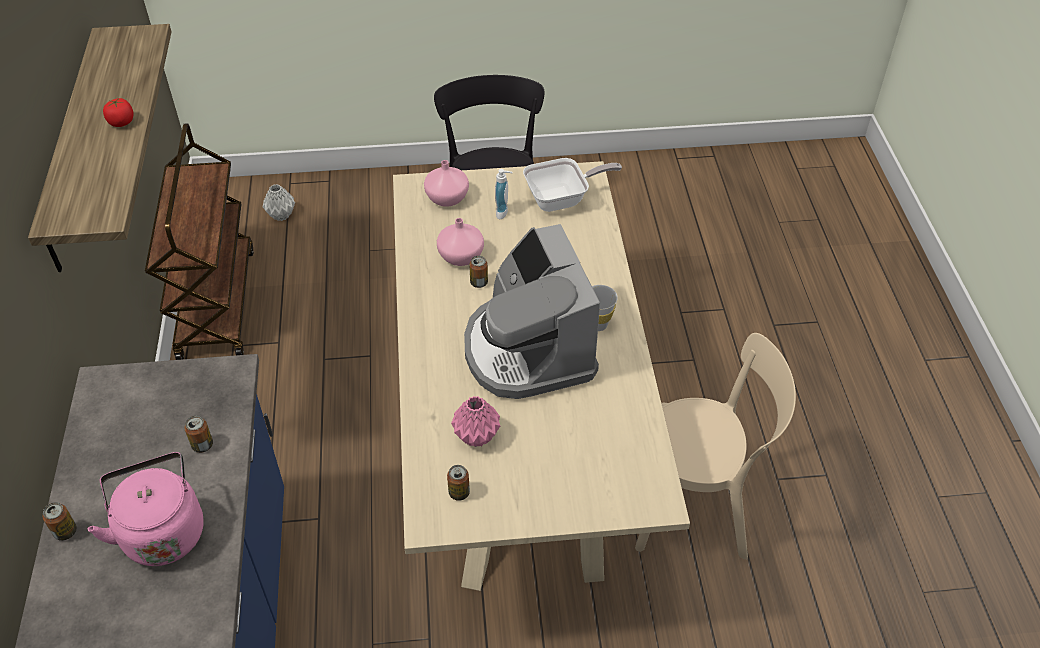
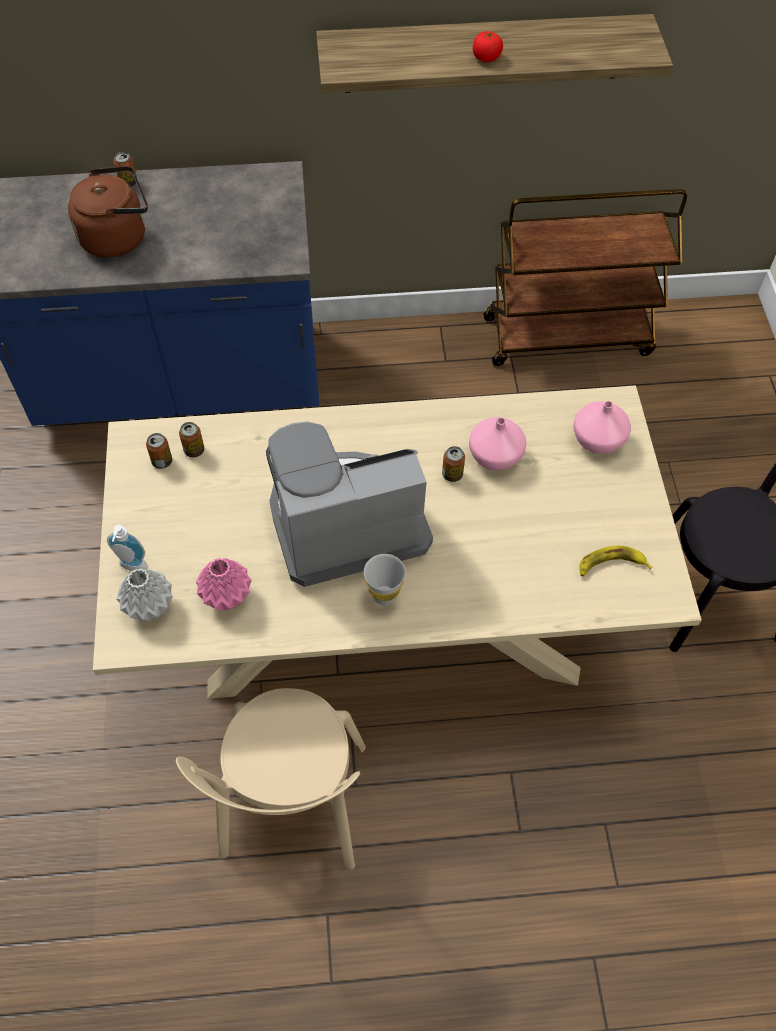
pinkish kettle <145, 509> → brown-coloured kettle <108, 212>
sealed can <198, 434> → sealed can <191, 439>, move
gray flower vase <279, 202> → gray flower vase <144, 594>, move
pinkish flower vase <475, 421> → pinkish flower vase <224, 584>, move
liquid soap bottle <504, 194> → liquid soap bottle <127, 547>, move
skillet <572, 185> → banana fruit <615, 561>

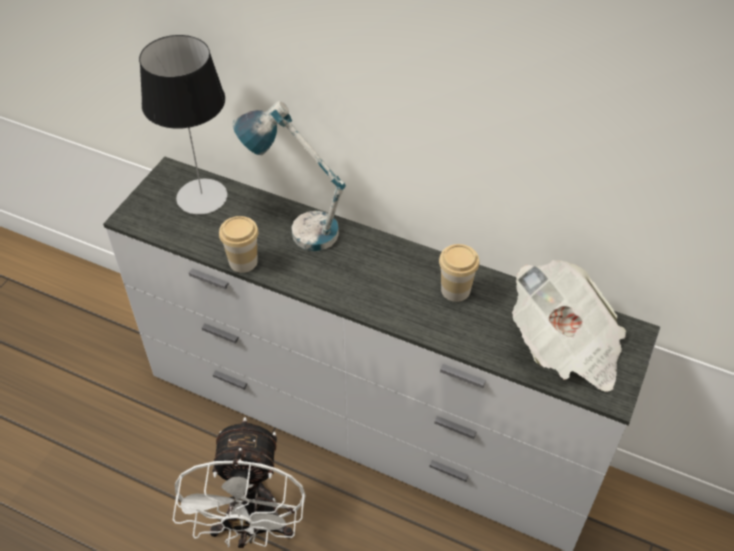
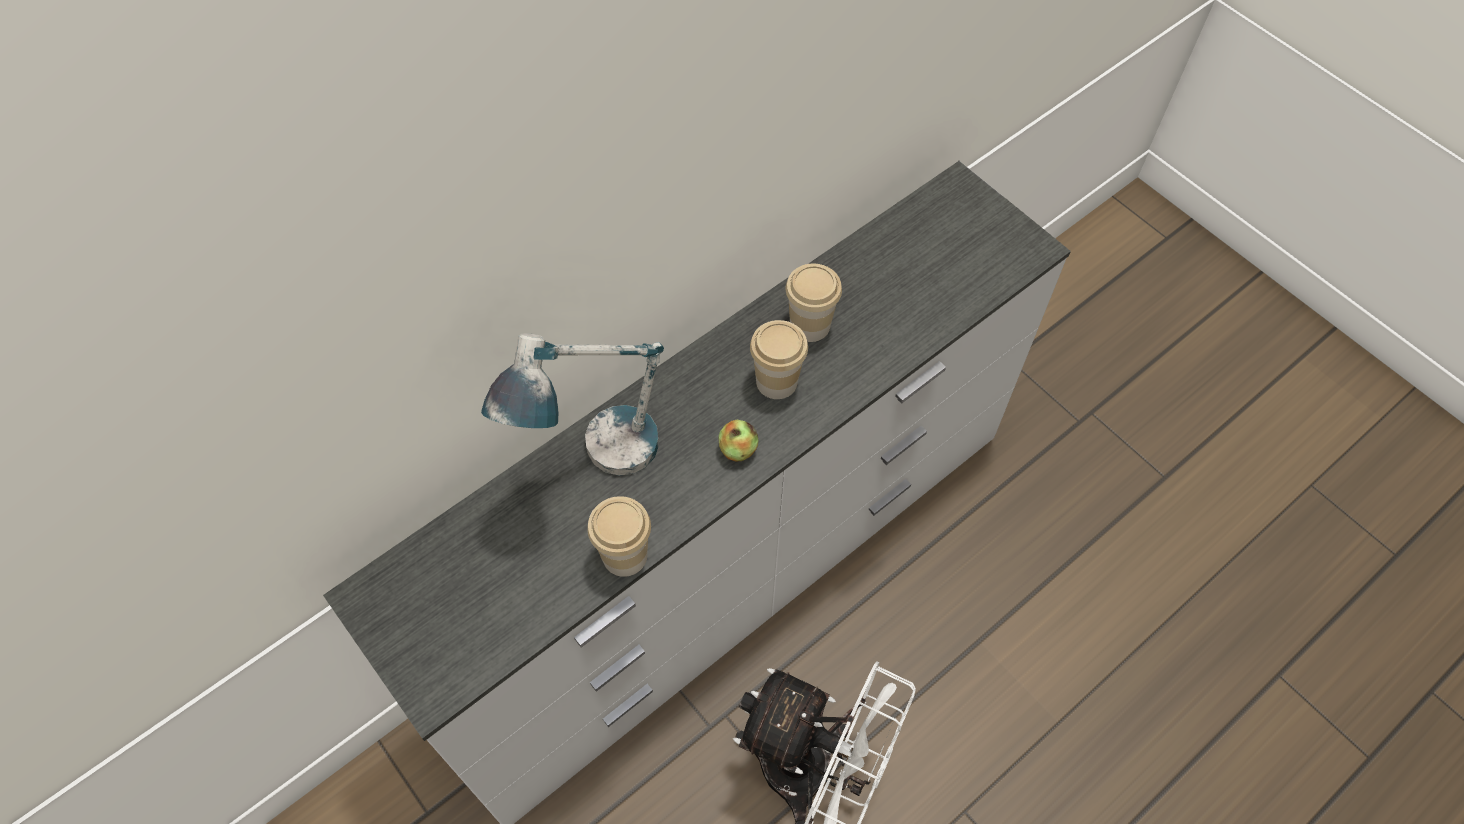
lamp for a table <183, 125> → -
newspaper <569, 326> → -
- → whole apple <738, 441>
- → drinking cup <779, 359>

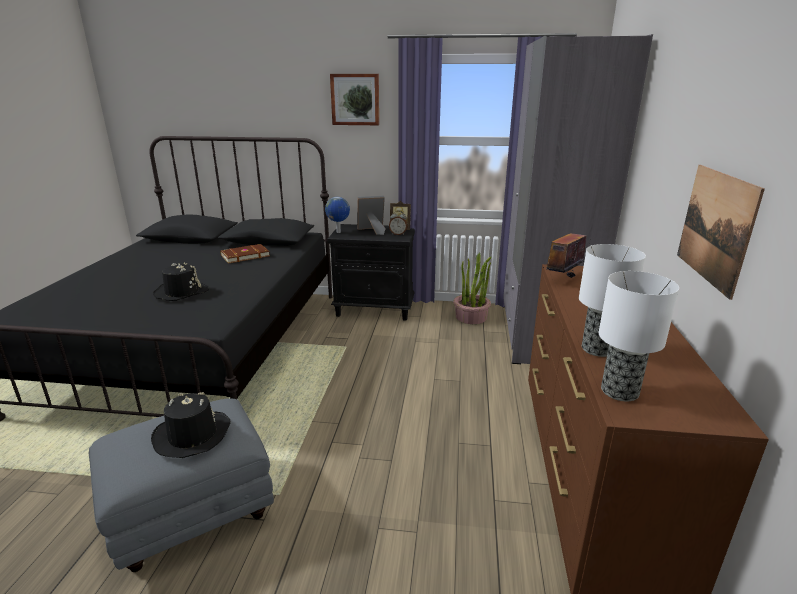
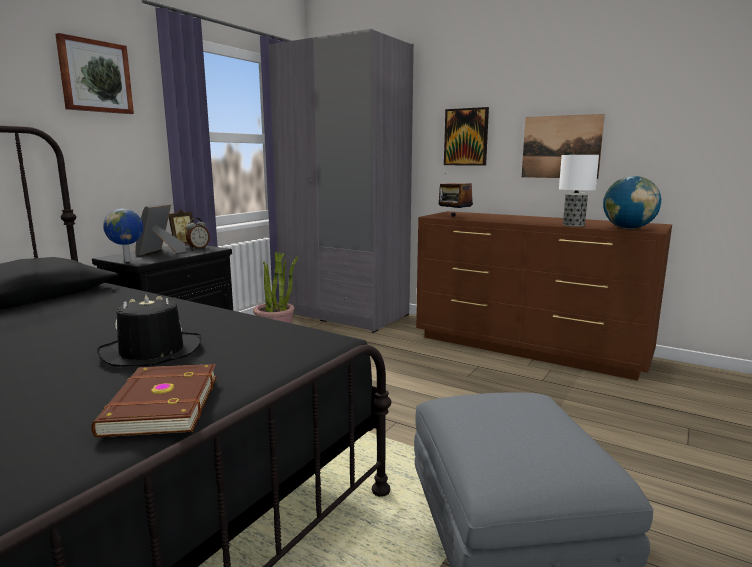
black clothing hat <191, 425> → -
brown-coloured bound book <245, 254> → brown-coloured bound book <154, 400>, move
lamp for a table <639, 336> → globe <632, 202>
- → wall picture <466, 136>

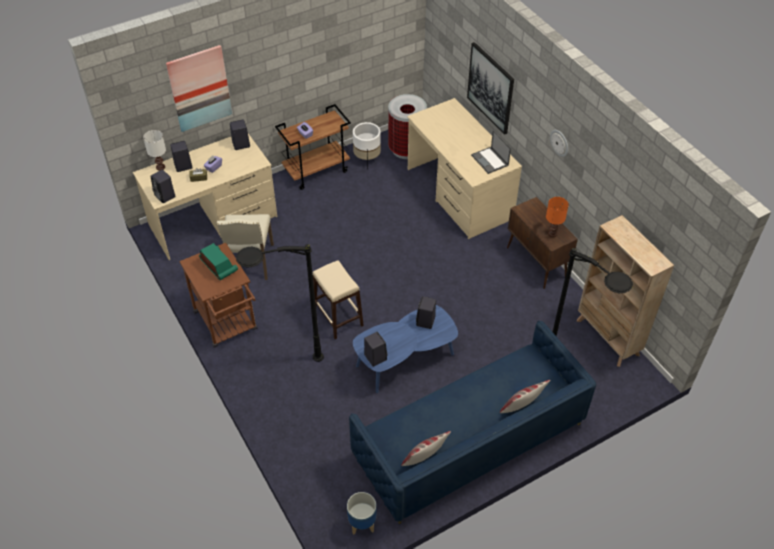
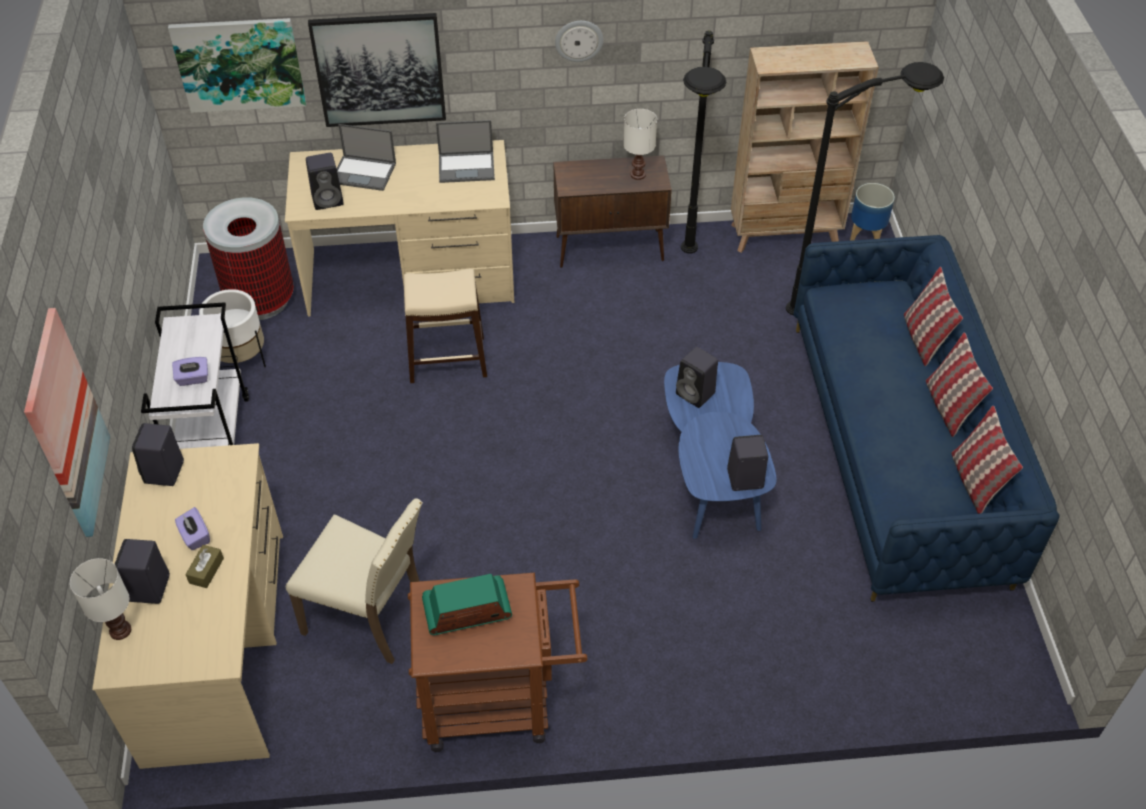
black audio speaker <163, 186> → black audio speaker <325, 181>, move
black standard lamp <280, 303> → black standard lamp <704, 142>, move
brown-coloured cart <313, 147> → white-coloured cart <195, 375>
sand-coloured stool seat <338, 299> → sand-coloured stool seat <445, 326>, move
planter <362, 513> → planter <872, 212>, move
orange-coloured lamp for a table <557, 217> → white-coloured lamp for a table <640, 144>
- → wall picture <237, 65>
- → laptop <366, 157>
- → throw pillow <959, 384>

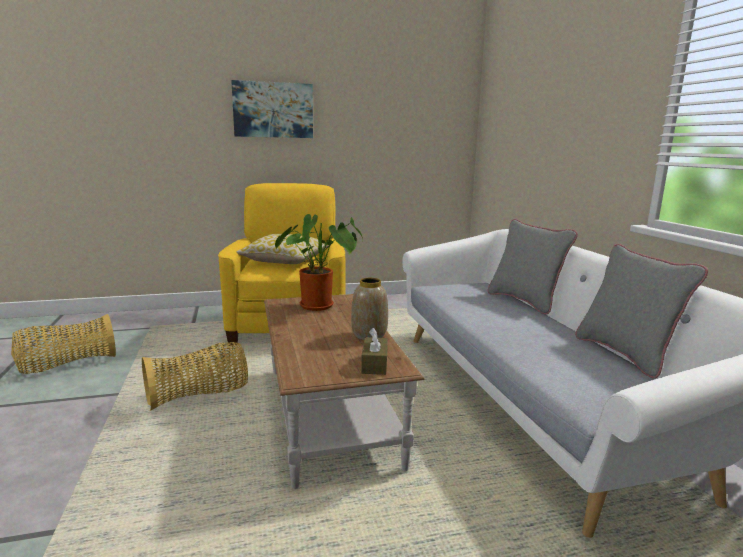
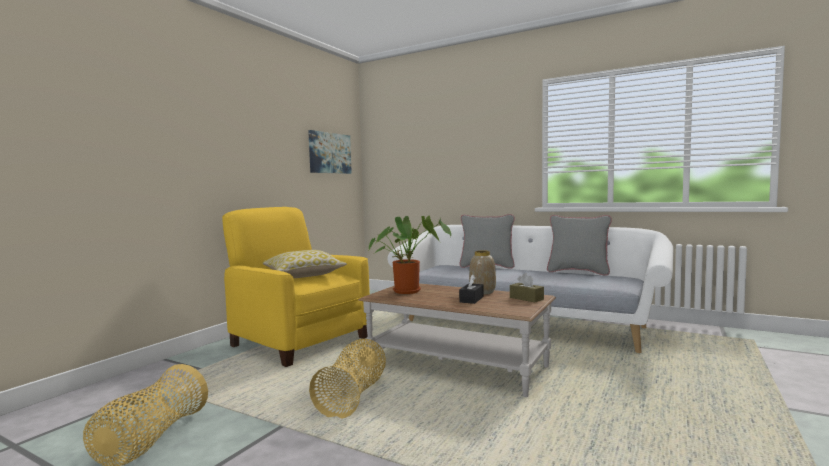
wall picture <272, 109> → wall picture <330, 152>, move
- → black tissue box <471, 289>

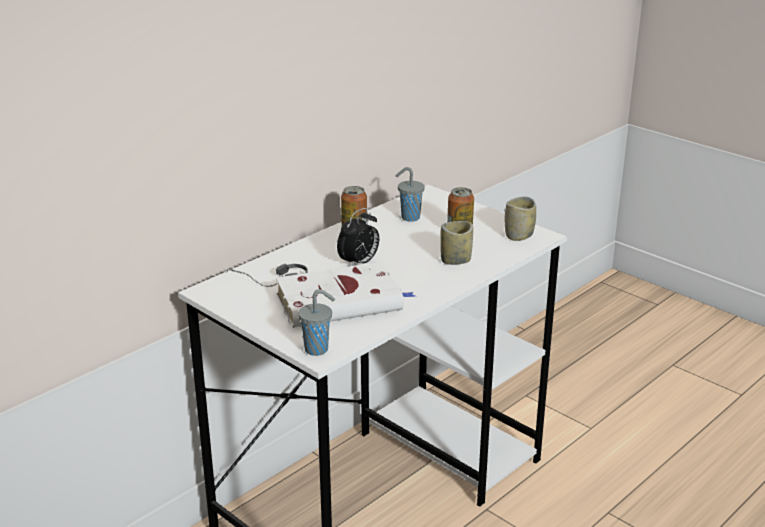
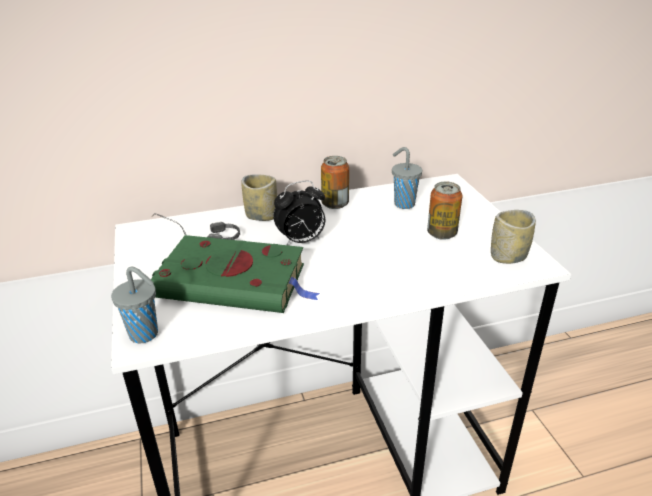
white-coloured bound book <345, 295> → green bound book <235, 274>
drinking cup <456, 243> → drinking cup <259, 197>, move

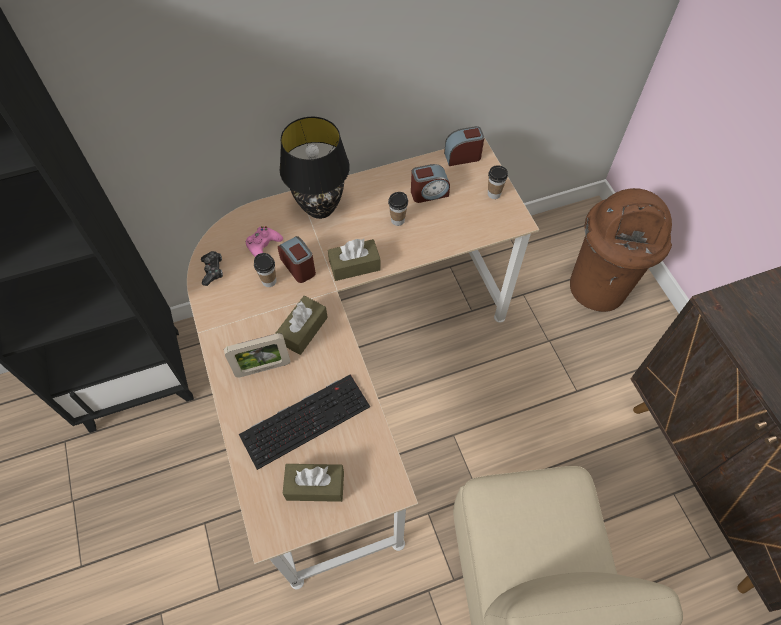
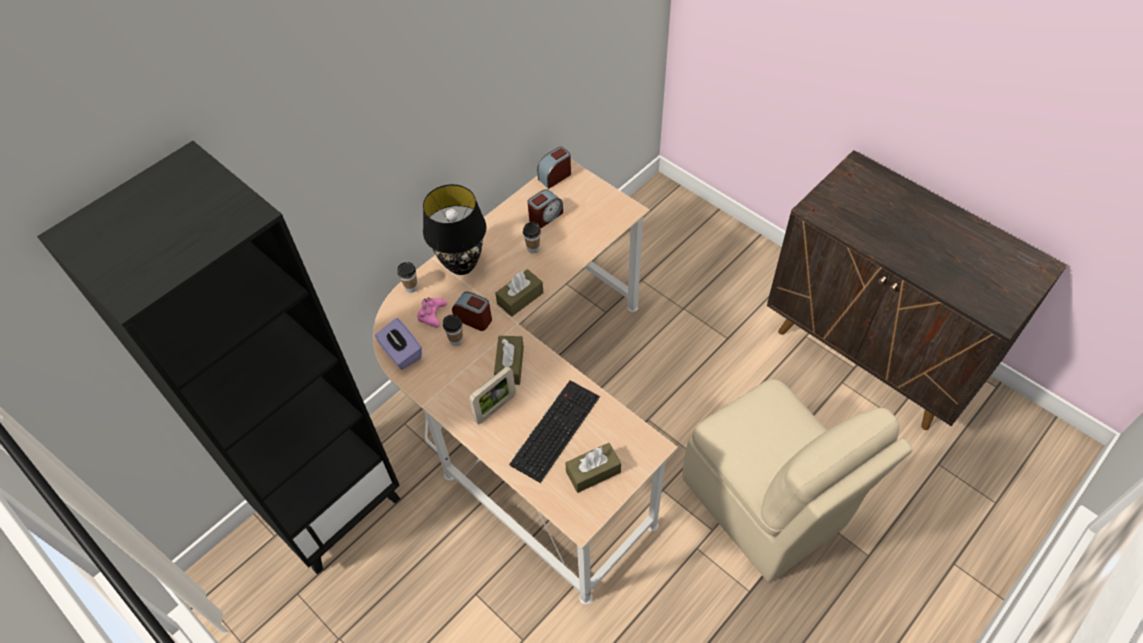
game controller <212, 268> → purple-coloured tissue box <398, 344>
drinking cup <498, 182> → drinking cup <407, 277>, move
brown-coloured waste bin <621, 250> → -

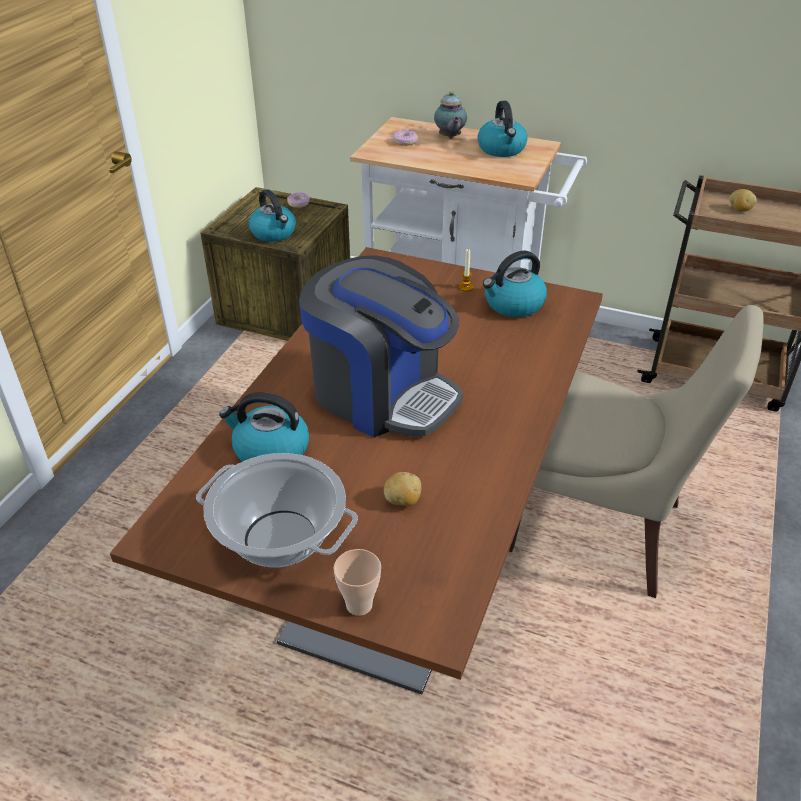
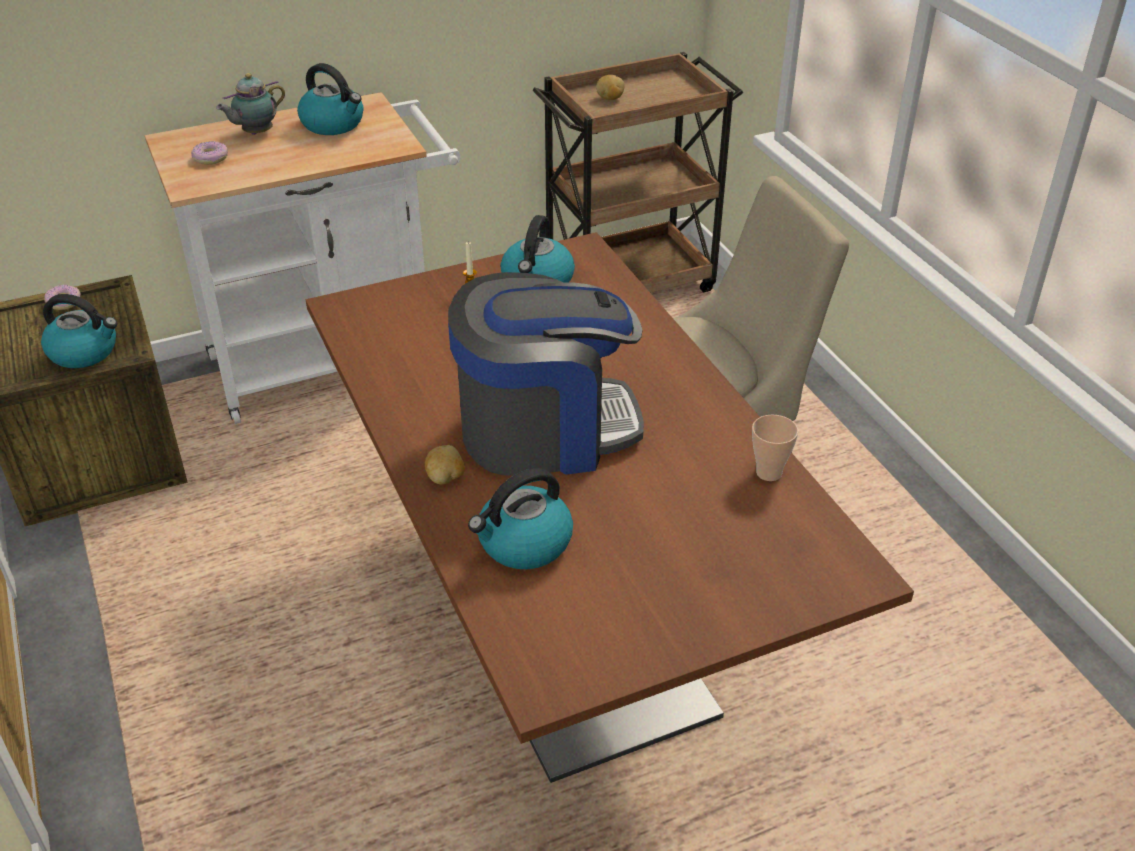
cooking pot <277, 510> → -
drinking cup <357, 582> → drinking cup <775, 448>, move
whole potato <403, 489> → whole potato <445, 465>, move
teapot <450, 115> → teapot <250, 104>, 105 degrees clockwise

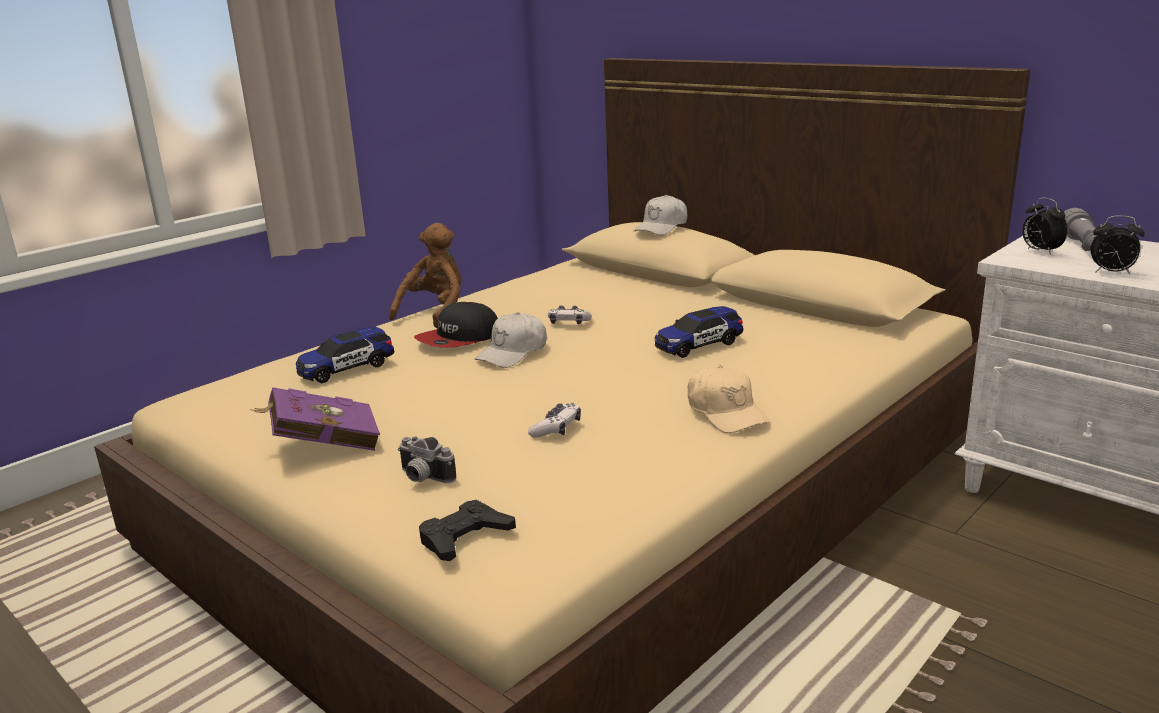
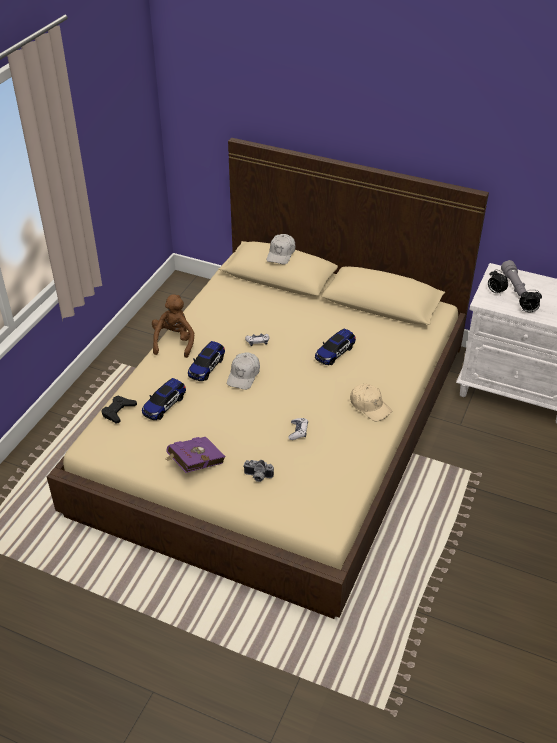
cap <456, 325> → model car <206, 361>
black game controller <467, 530> → black game controller <119, 409>, move

